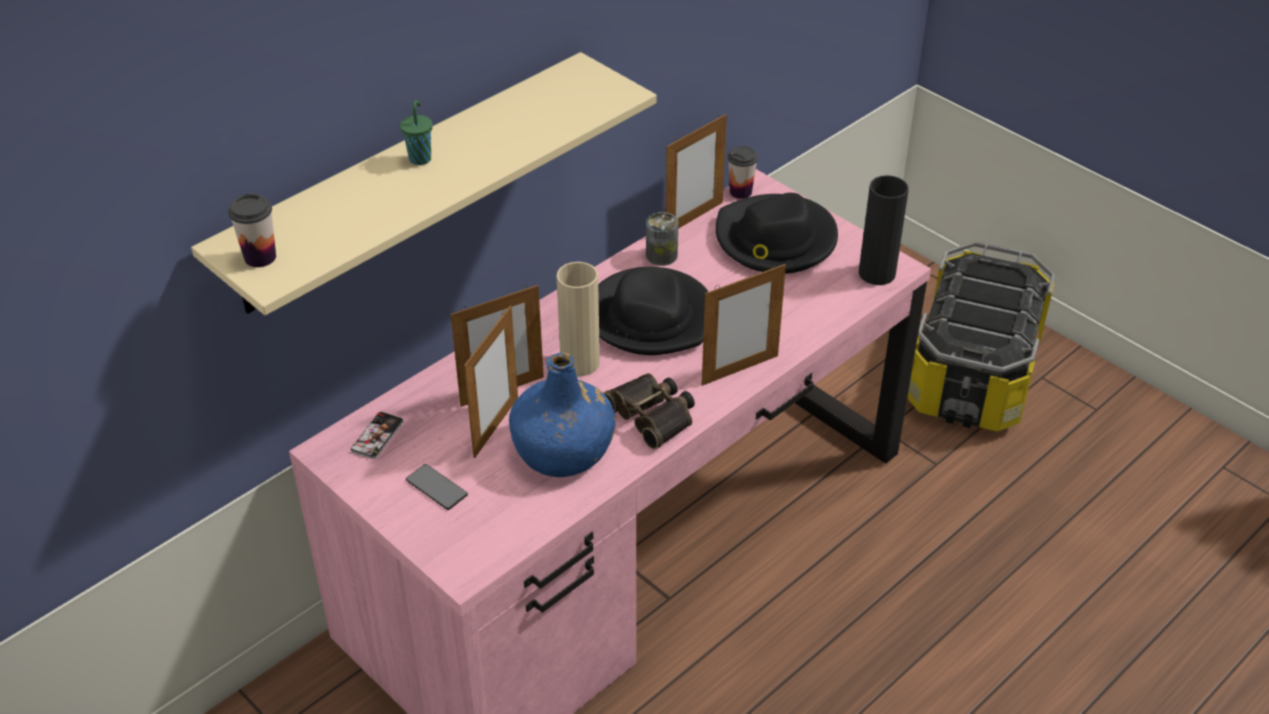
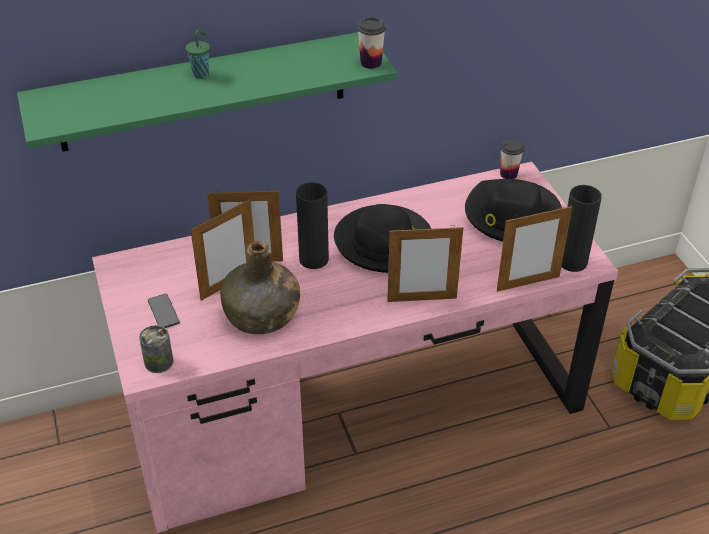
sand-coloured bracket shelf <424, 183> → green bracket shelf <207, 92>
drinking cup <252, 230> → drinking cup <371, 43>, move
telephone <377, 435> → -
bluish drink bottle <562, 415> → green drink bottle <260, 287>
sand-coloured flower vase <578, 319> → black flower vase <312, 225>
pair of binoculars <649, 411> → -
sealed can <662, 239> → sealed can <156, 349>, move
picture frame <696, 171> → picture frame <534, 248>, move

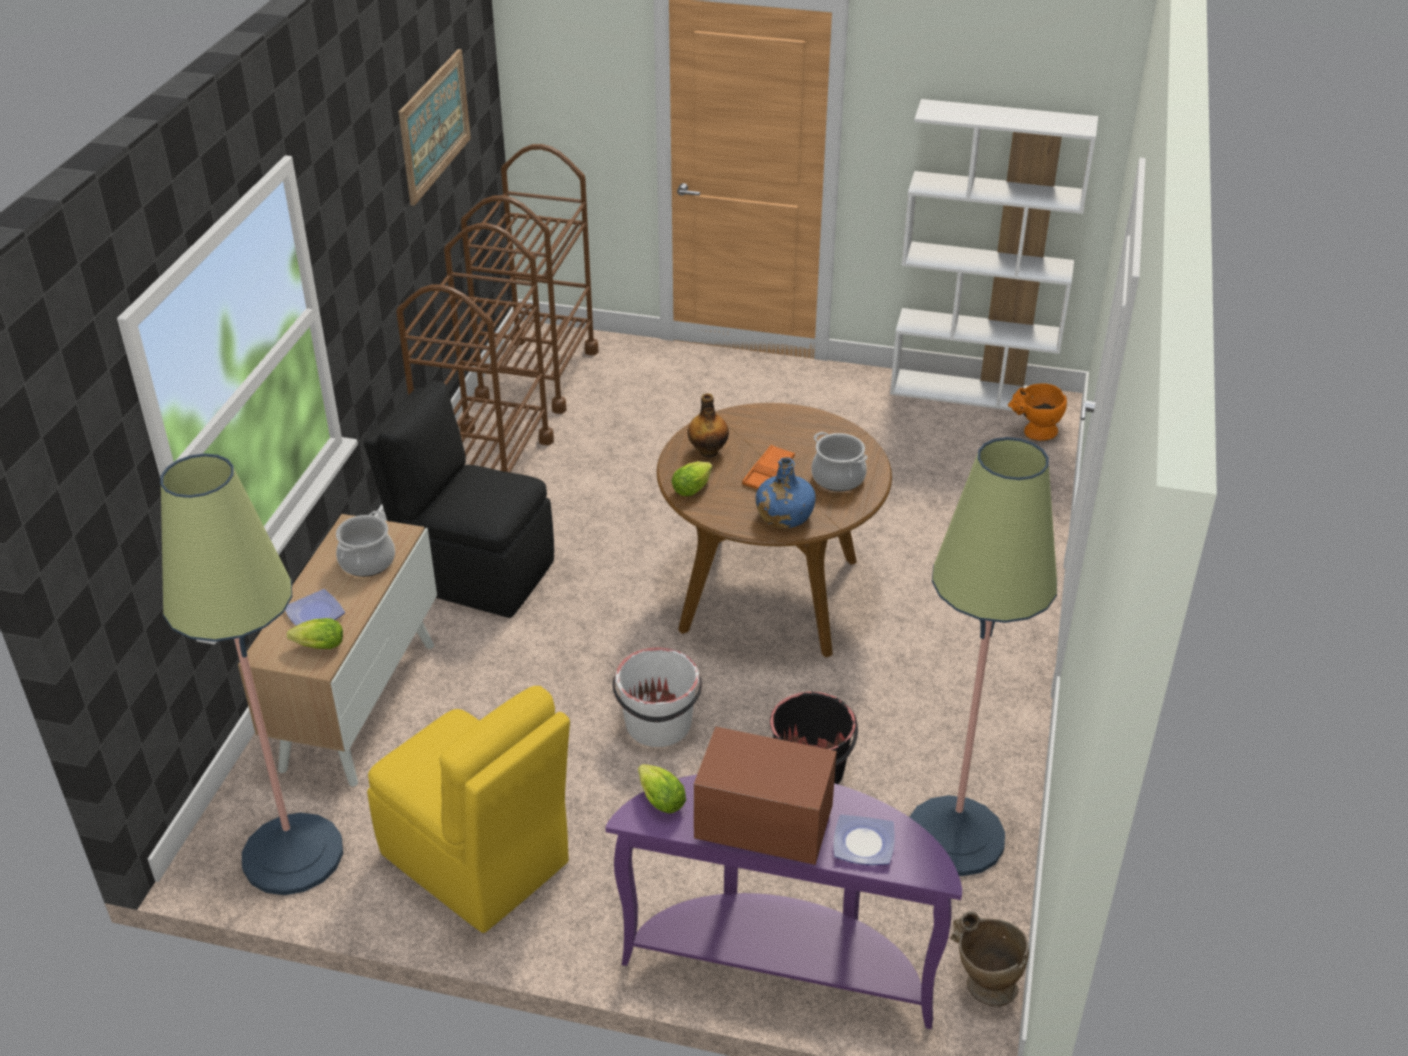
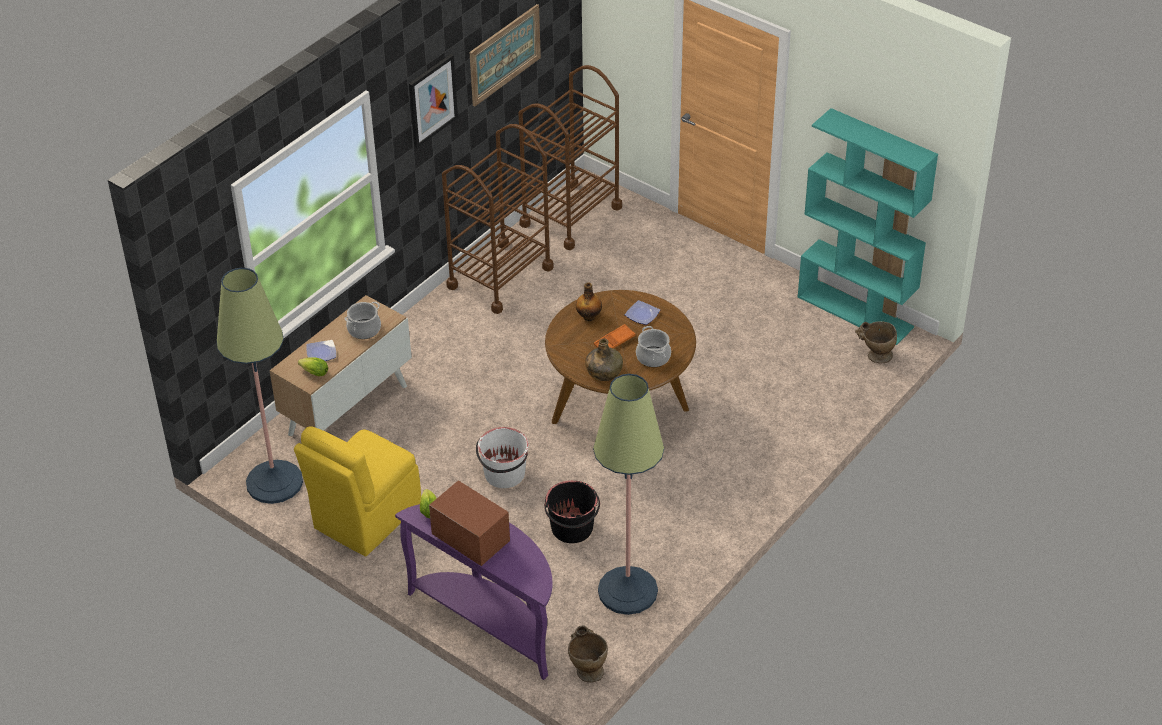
black chair <459, 499> → -
yellow chair <468, 809> → yellow chair <357, 491>, 60 degrees clockwise
lettuce <692, 478> → -
bluish drink bottle <785, 492> → green drink bottle <604, 359>
dinner plate <864, 840> → dinner plate <642, 312>, move
white-coloured bookshelf <994, 255> → turquoise-coloured bookshelf <868, 226>
orange-coloured flower vase <1037, 412> → sand-coloured flower vase <876, 342>
- → wall picture <433, 101>

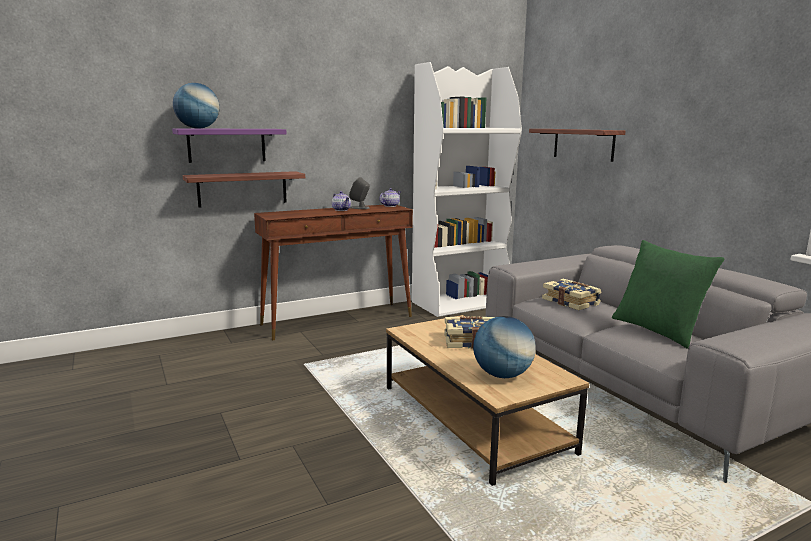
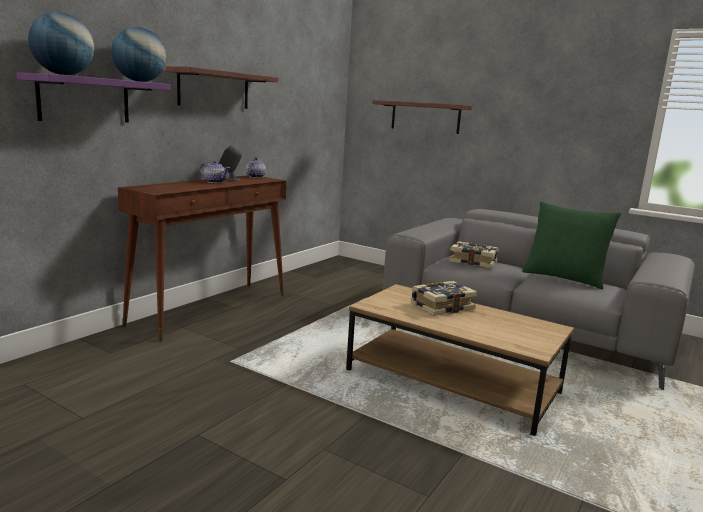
bracket shelf <244, 189> → bracket shelf <222, 87>, move
white-coloured bookshelf <467, 189> → -
globe <504, 347> → globe <138, 54>, move

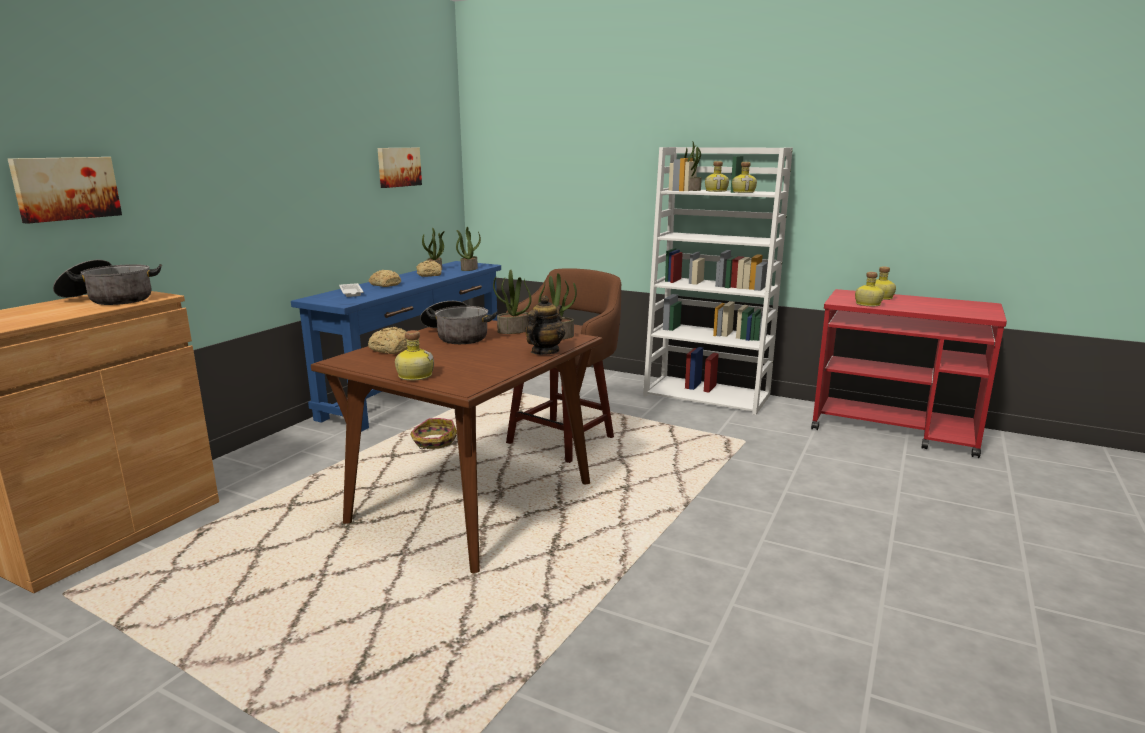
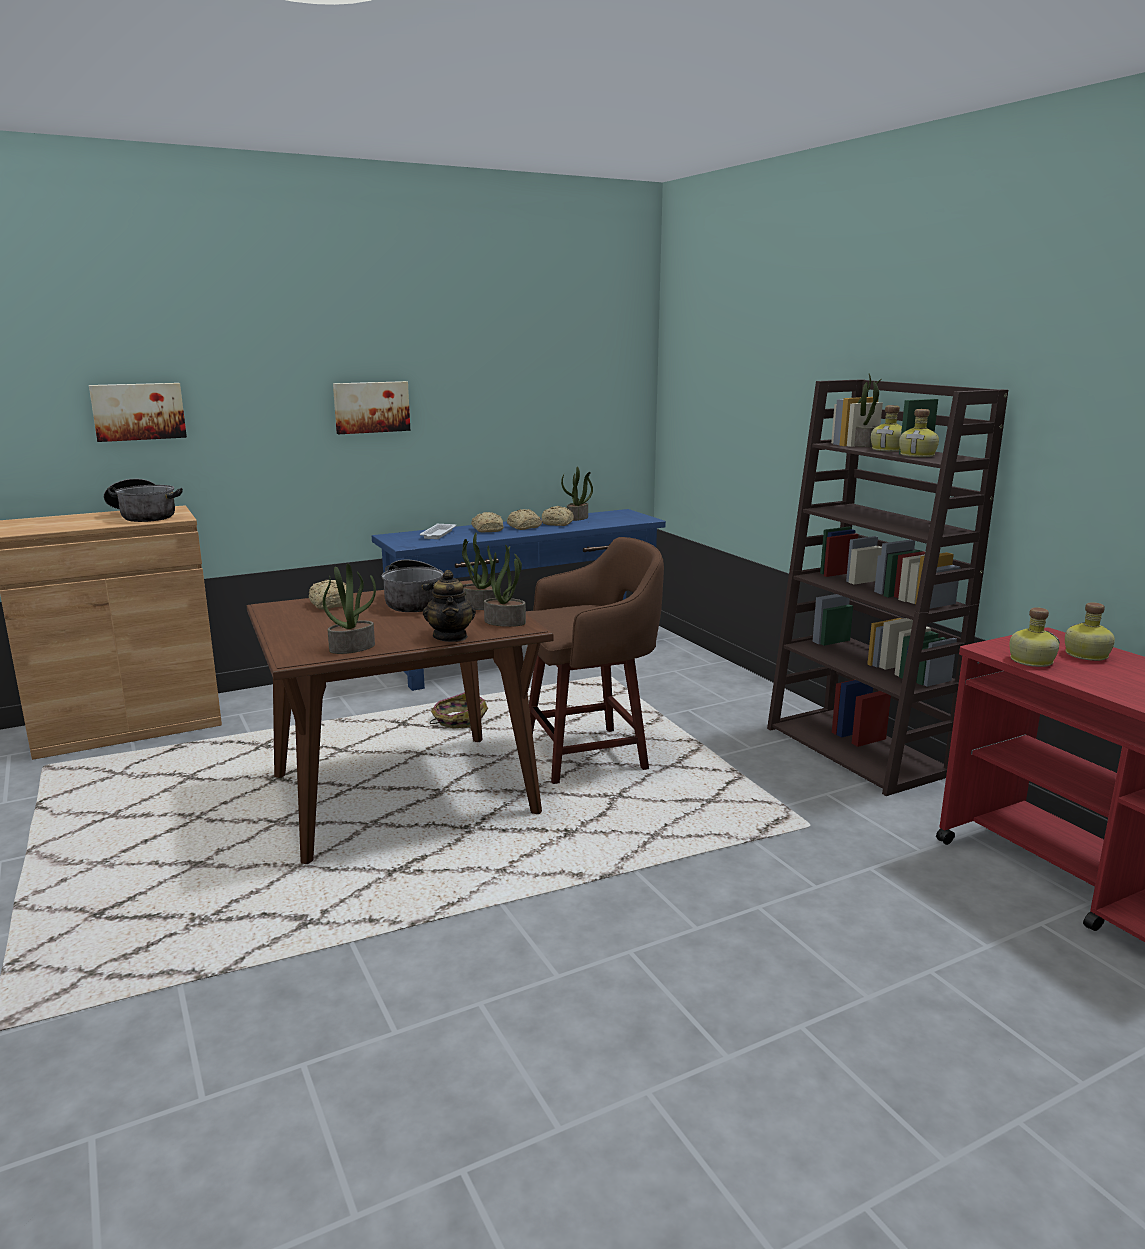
wall picture <400, 168> → wall picture <371, 407>, move
drink bottle <414, 355> → -
potted plant <468, 249> → potted plant <349, 609>, move
teapot <545, 325> → teapot <449, 606>, 105 degrees clockwise
white-coloured bookshelf <718, 281> → brown-coloured bookshelf <887, 587>
- → baked bread <524, 519>

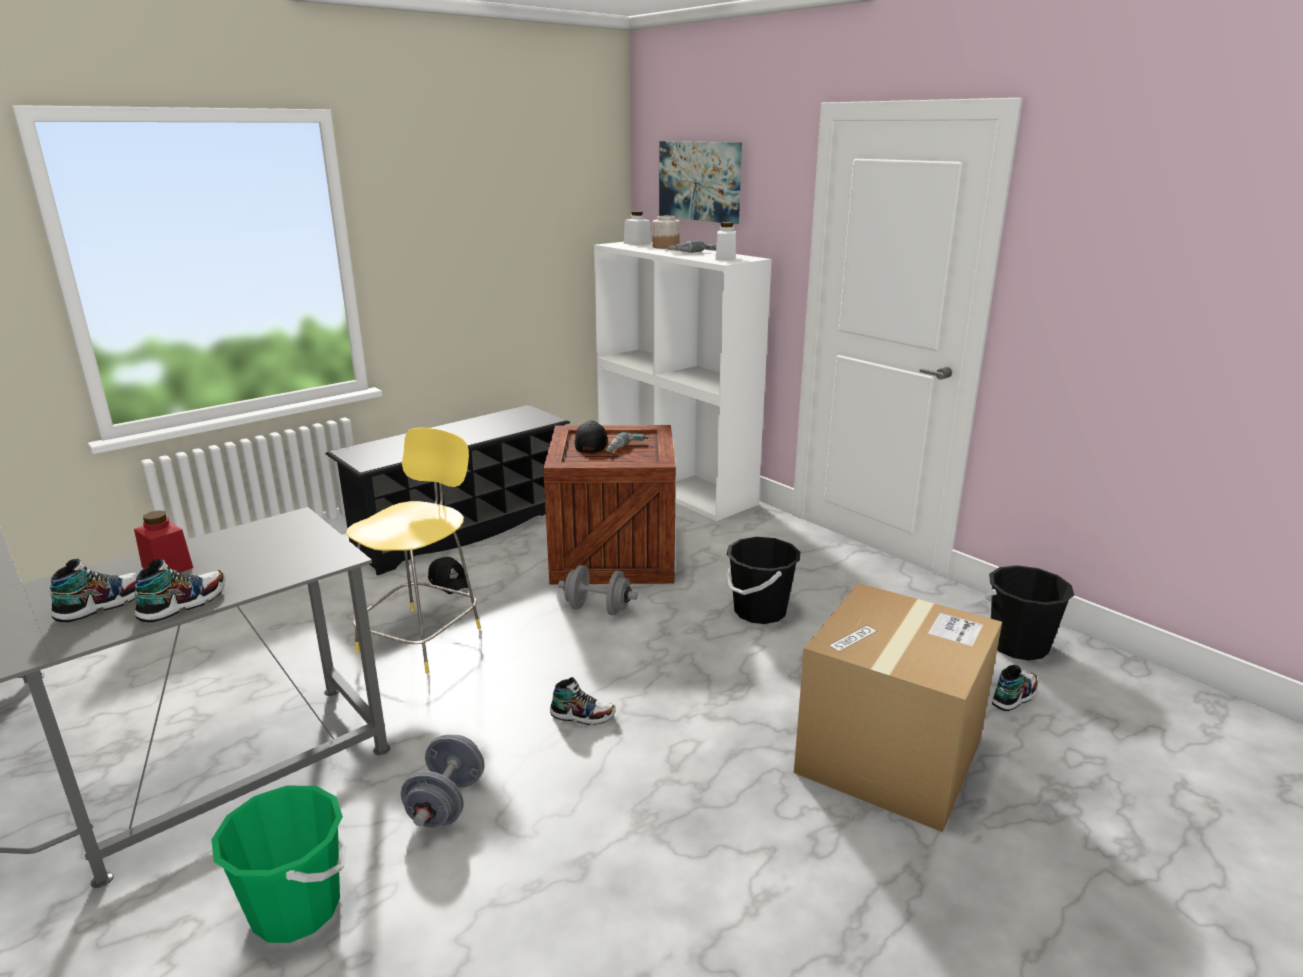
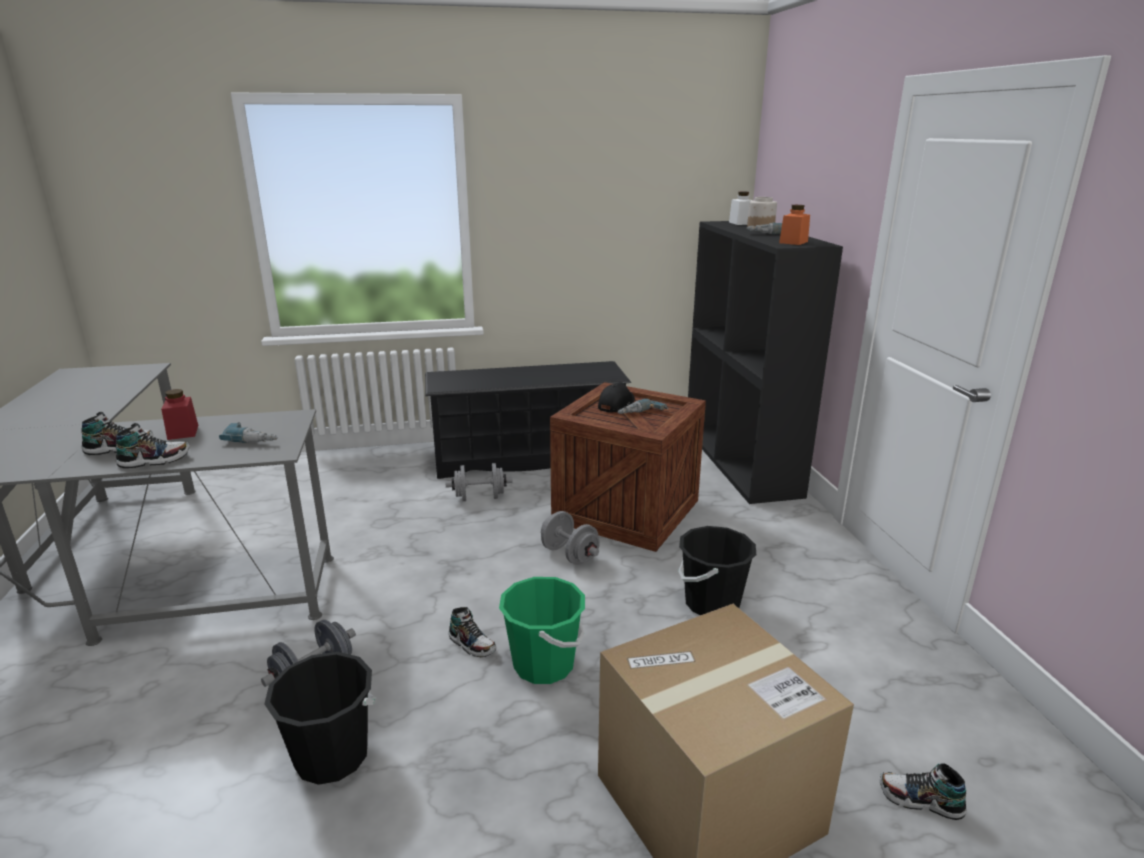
green water bucket <279, 864> → green water bucket <542, 630>, move
yellow stool seat <413, 551> → -
black cap <448, 575> → gray free weight <479, 482>
white-coloured bookshelf <683, 381> → black bookshelf <765, 362>
wall picture <700, 182> → -
white-coloured storage jar <726, 241> → orange-coloured storage jar <794, 225>
black water bucket <1029, 612> → black water bucket <320, 718>, move
shoe <1015, 688> → shoe <923, 791>, 150 degrees counterclockwise
- → power drill <248, 432>

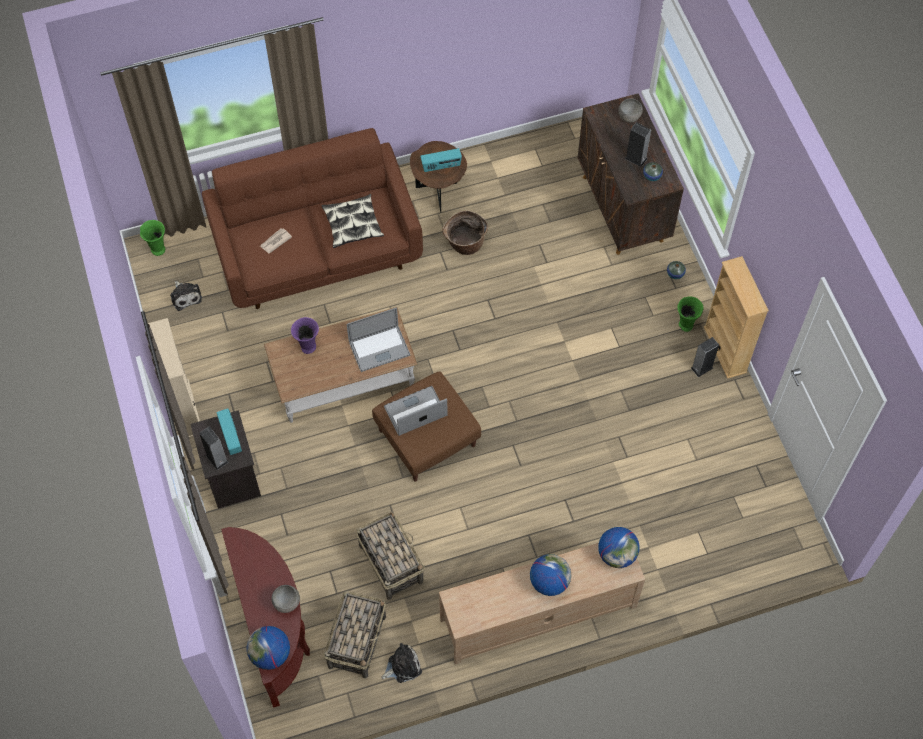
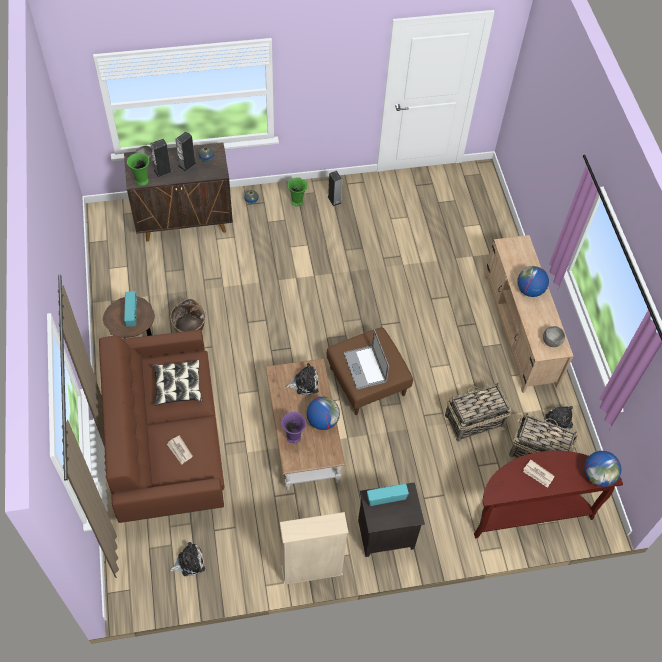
green flower vase <152, 238> → green flower vase <138, 169>, move
audio speaker <214, 448> → audio speaker <161, 158>, move
gray bowl <285, 599> → gray bowl <554, 336>, move
laptop <378, 340> → cuddly toy <302, 379>
globe <619, 547> → globe <323, 413>, move
sand-coloured bookshelf <736, 317> → -
- → newspaper <538, 474>

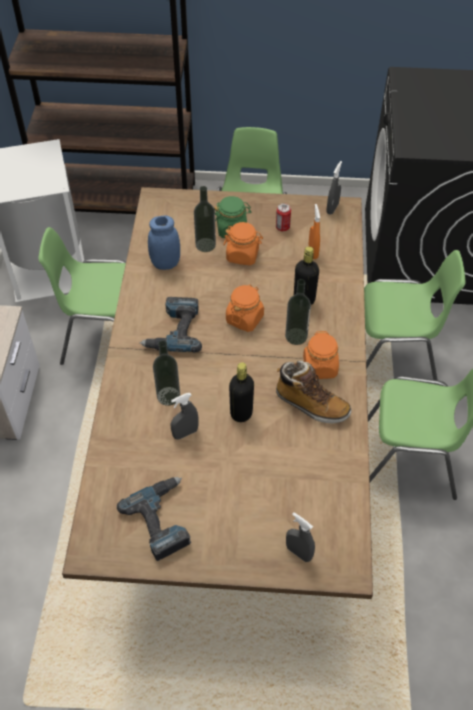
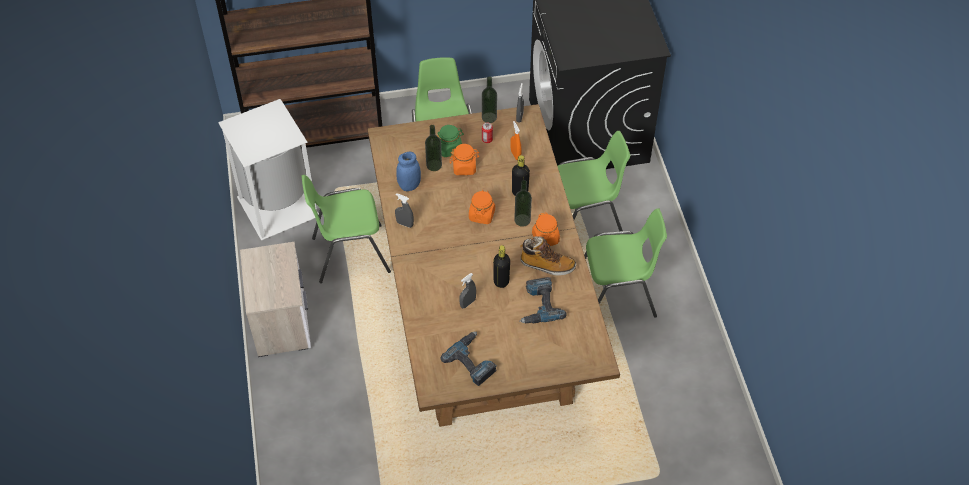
power drill <170, 325> → power drill <543, 300>, move
drink bottle <166, 373> → drink bottle <489, 100>, move
gray sprayer <300, 537> → gray sprayer <404, 210>, move

